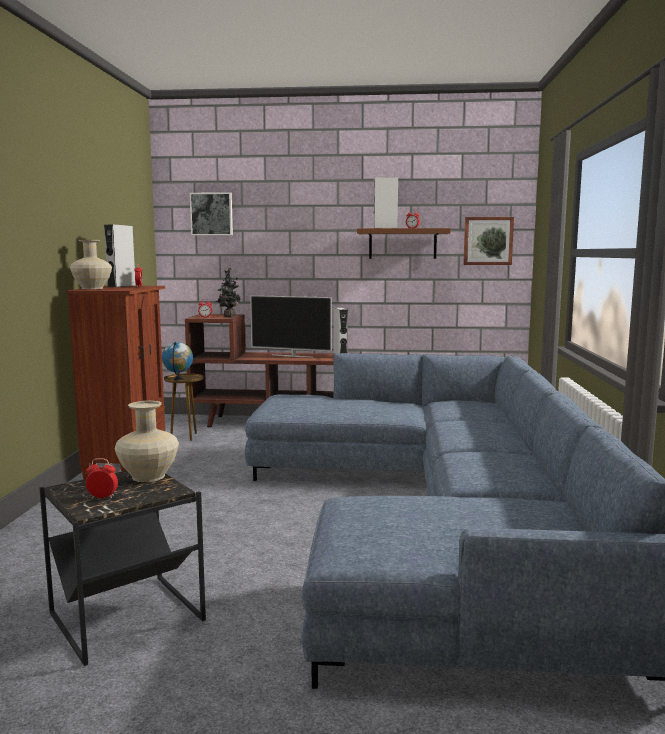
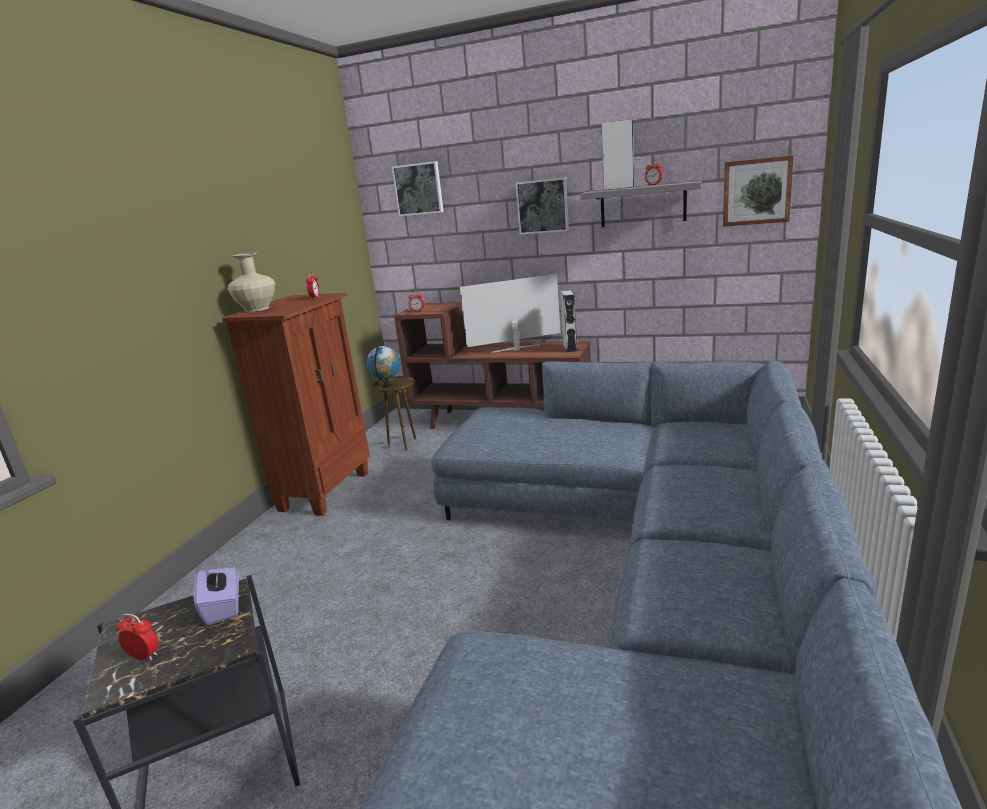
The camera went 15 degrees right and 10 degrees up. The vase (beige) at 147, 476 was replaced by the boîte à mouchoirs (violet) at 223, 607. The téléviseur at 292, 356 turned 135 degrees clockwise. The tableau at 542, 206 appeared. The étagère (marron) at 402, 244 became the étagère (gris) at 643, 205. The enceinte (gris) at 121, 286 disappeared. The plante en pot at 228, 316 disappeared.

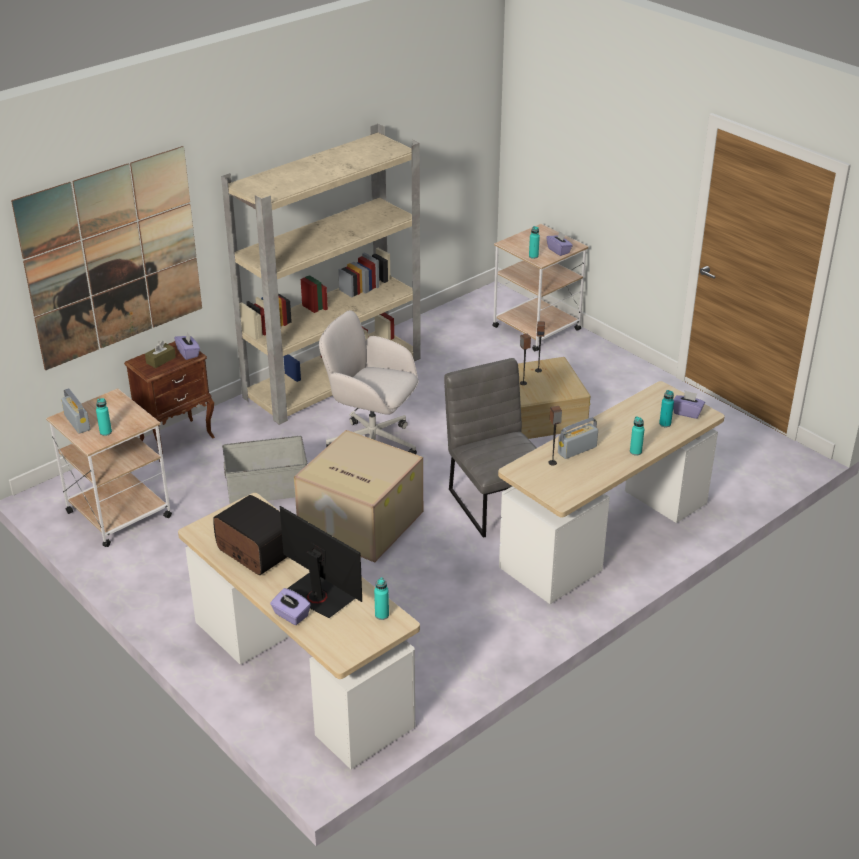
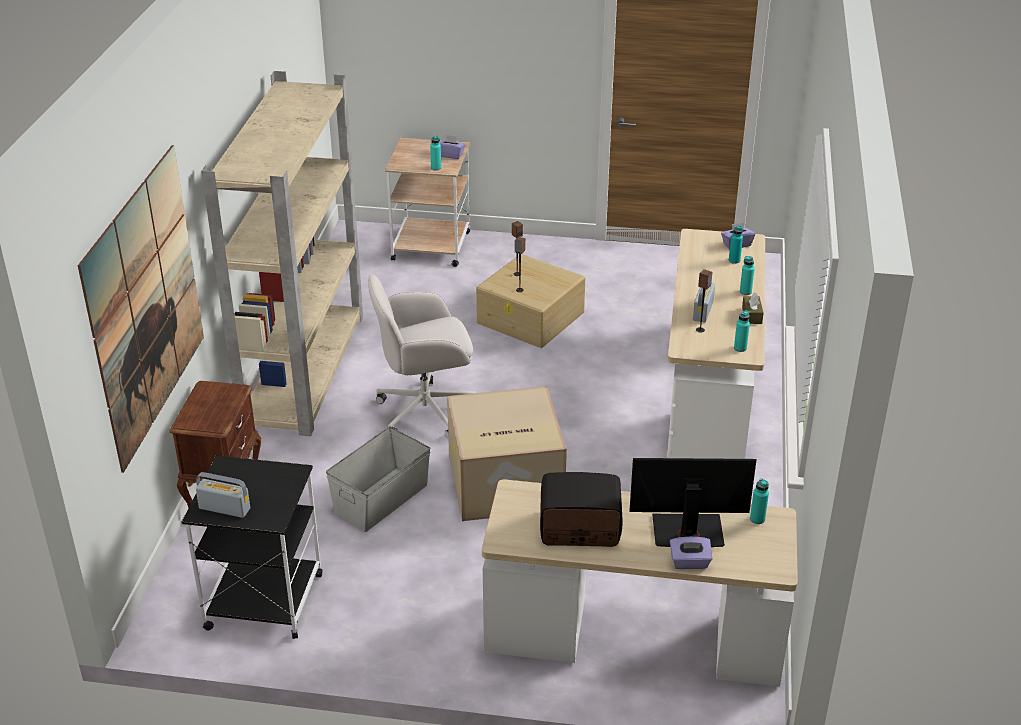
The camera went 40 degrees left and 0 degrees up. The chariot (beige) at 118, 513 became the chariot (noir) at 262, 600. The bouteille (turquoise) moved from 105, 432 to 740, 348. The boîte à mouchoirs (marron) moved from 161, 360 to 752, 315. The boîte à mouchoirs (violet) at 188, 353 disappeared. The chaise (gris) at 496, 502 disappeared.

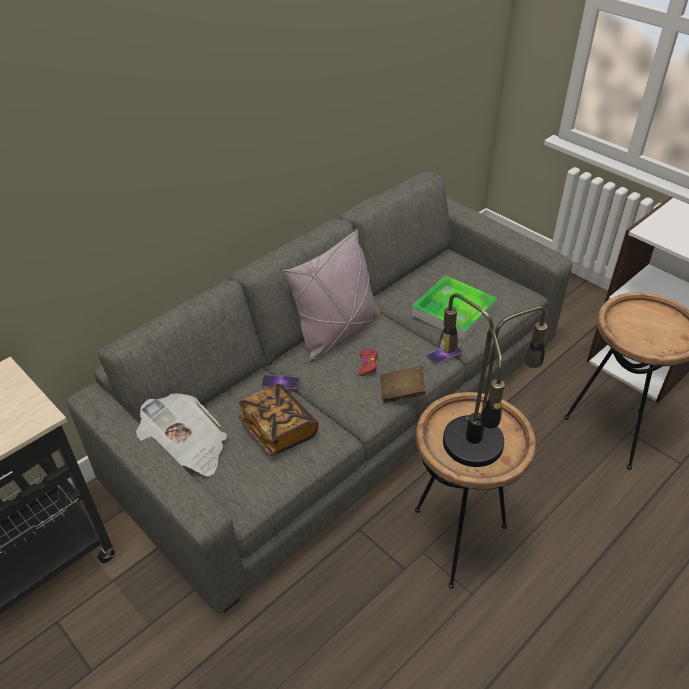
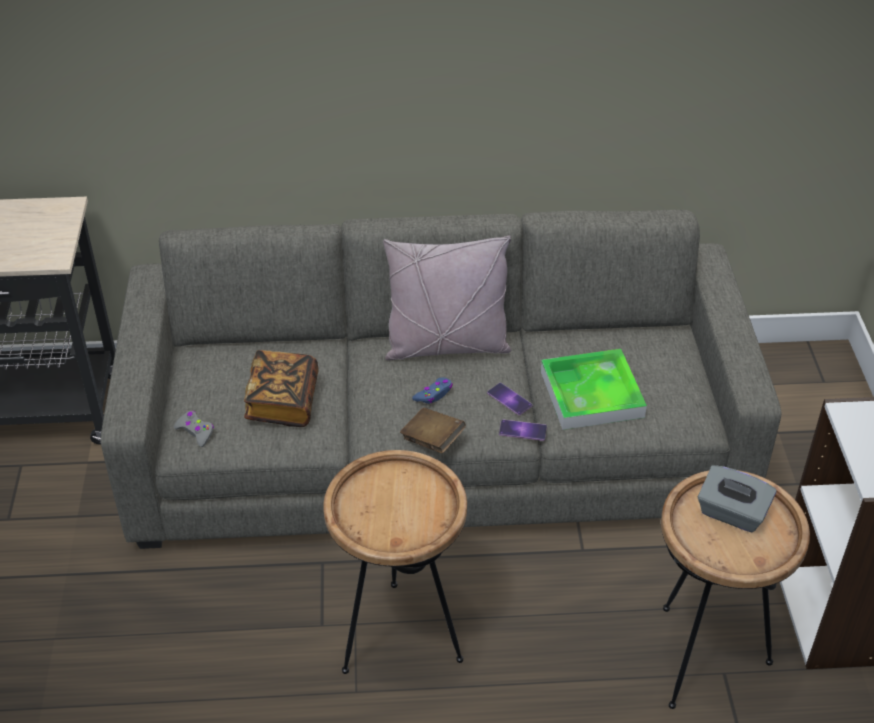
The camera went 40 degrees right and 0 degrees up. The manette (gris) at 195, 432 appeared. The manette (rouge) at 368, 365 became the manette (bleu) at 434, 394. The téléphone moved from 280, 382 to 509, 399. The boîte à mouchoirs (gris) at 731, 513 appeared. The journal at 187, 450 disappeared. The lampe de table at 474, 442 disappeared.

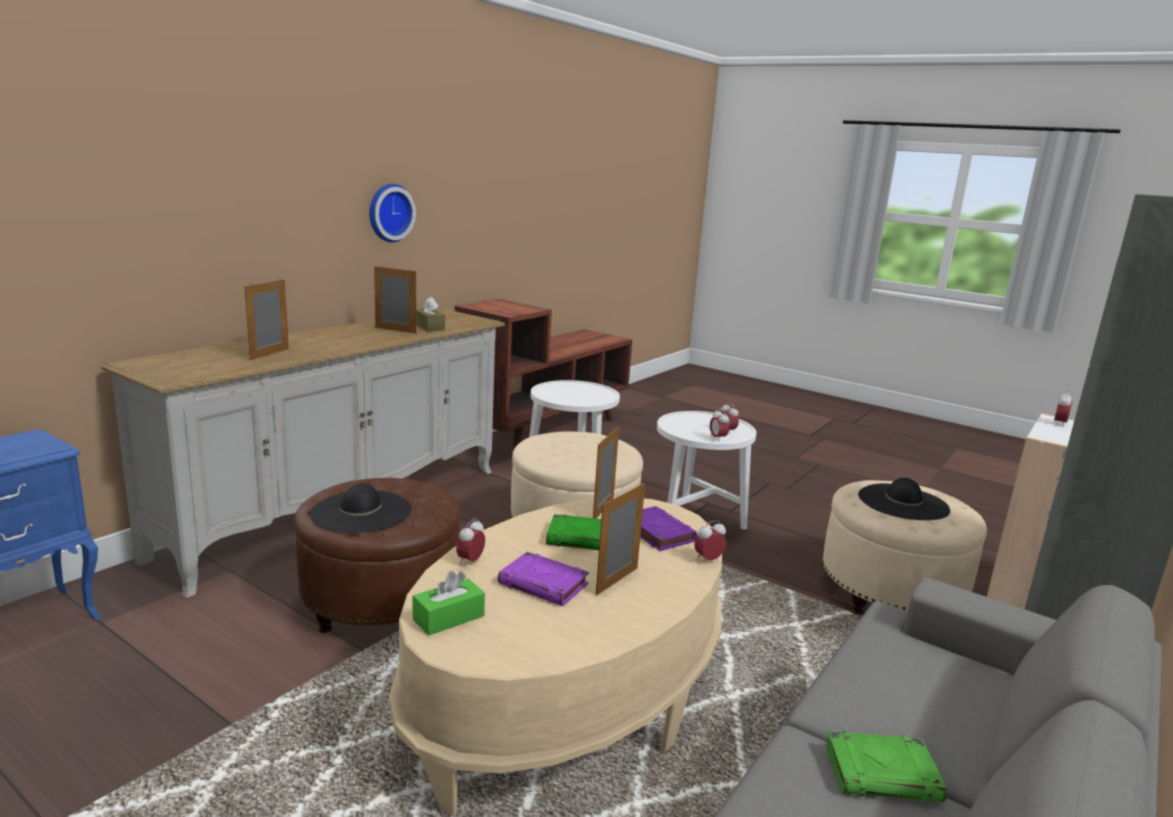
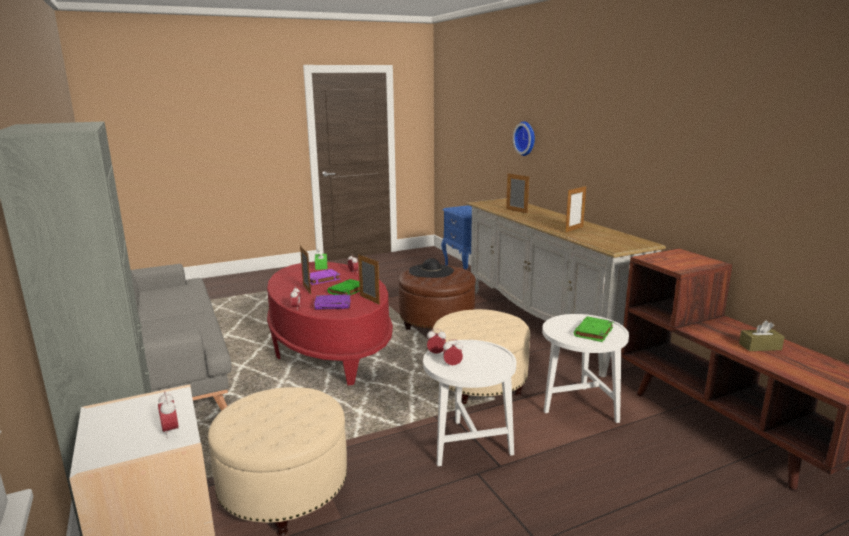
The camera went 120 degrees right and 0 degrees up. The table basse (beige) at 568, 695 became the table basse (rouge) at 330, 347. The horloge murale moved from 388, 212 to 526, 138. The livre (vert) moved from 883, 773 to 593, 332. The boîte à mouchoirs (marron) moved from 429, 327 to 760, 346. The chapeau (noir) at 903, 502 disappeared.

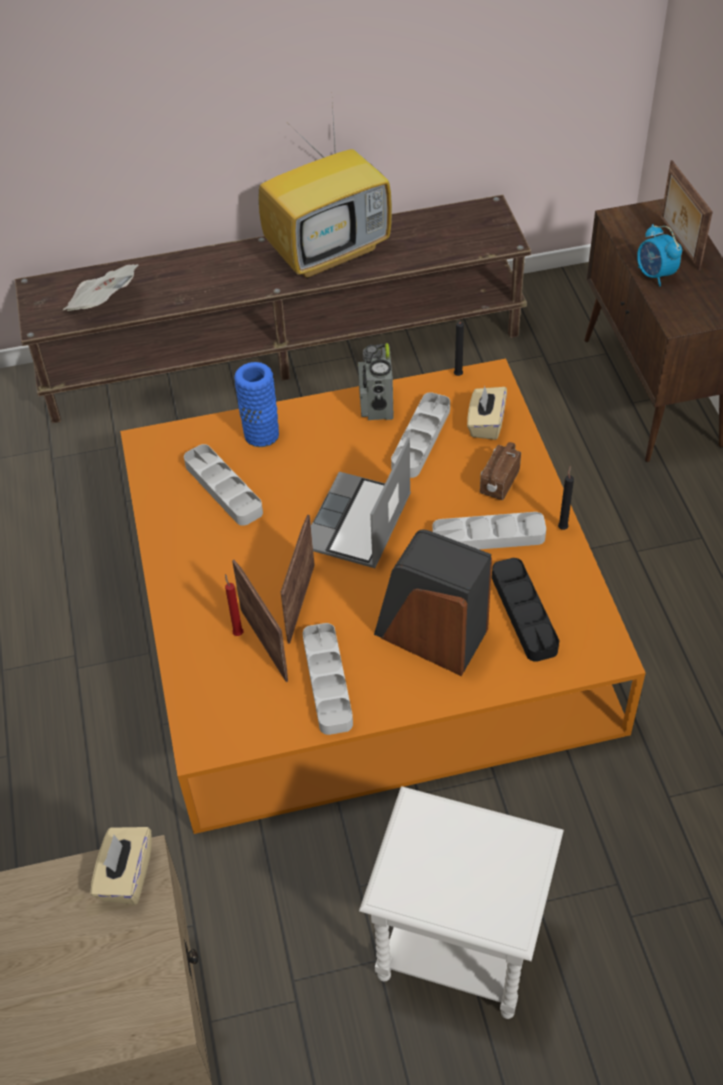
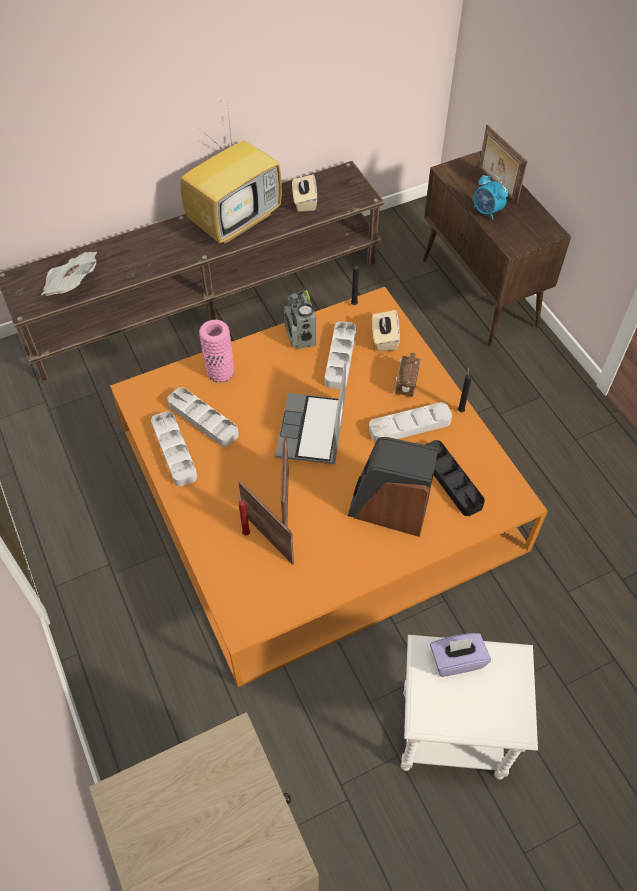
The camera went 15 degrees left and 5 degrees up. The plateau (gris) moved from 327, 682 to 174, 451. The vase (bleu) at 261, 434 became the vase (rose) at 220, 372. The boîte à mouchoirs (beige) moved from 126, 876 to 304, 202. The boîte à mouchoirs (violet) at 456, 660 appeared.

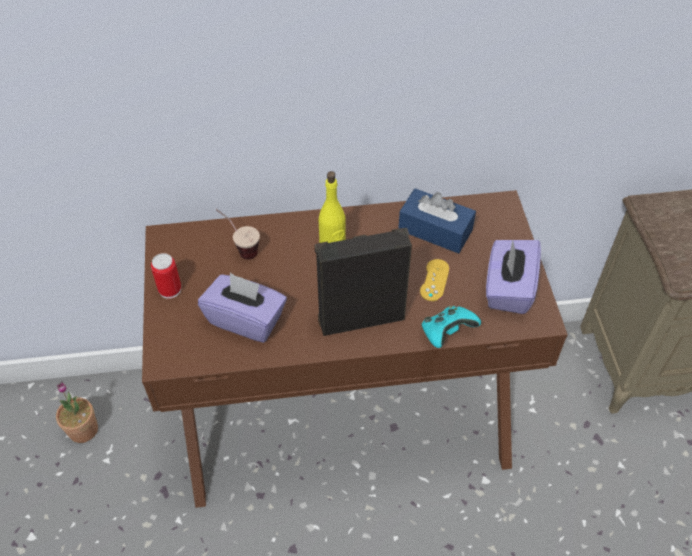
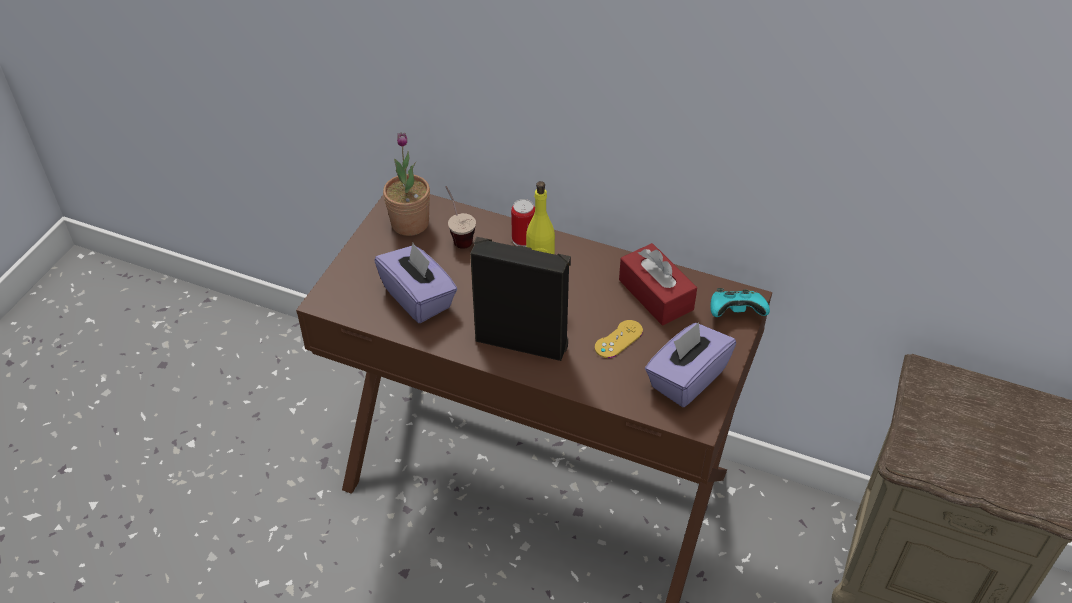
The camera went 30 degrees right and 5 degrees down. The plante en pot moved from 83, 430 to 410, 223. The boîte métallique moved from 170, 289 to 523, 240. The boîte à mouchoirs (bleu) at 435, 230 became the boîte à mouchoirs (rouge) at 656, 295. The manette (turquoise) moved from 447, 332 to 736, 313.

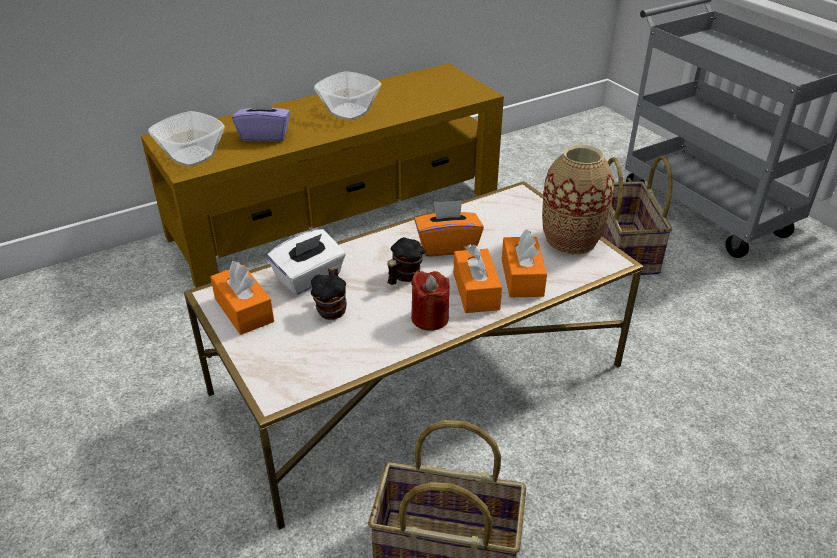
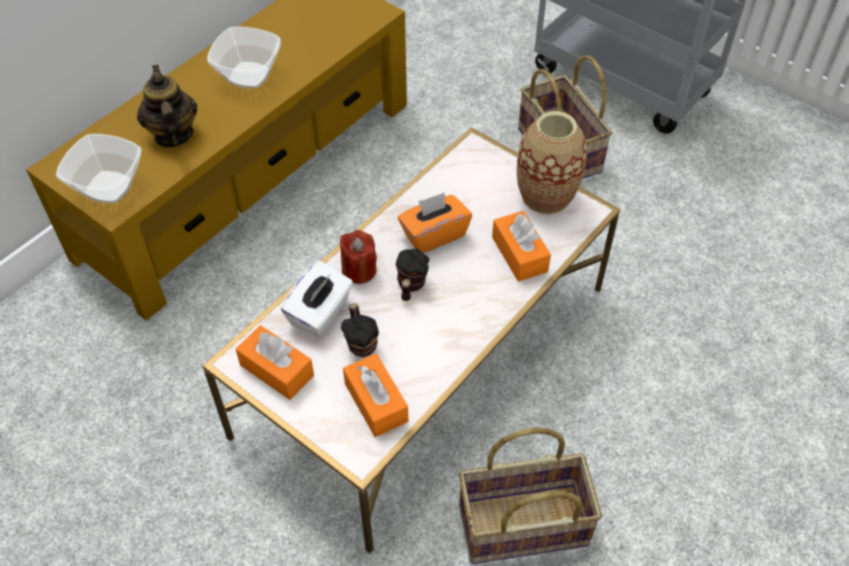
The camera went 20 degrees left and 15 degrees up. The boîte à mouchoirs (violet) at 264, 135 was replaced by the théière at 173, 135. The bougie (rouge) moved from 430, 318 to 359, 270. The boîte à mouchoirs (orange) moved from 476, 291 to 376, 402.

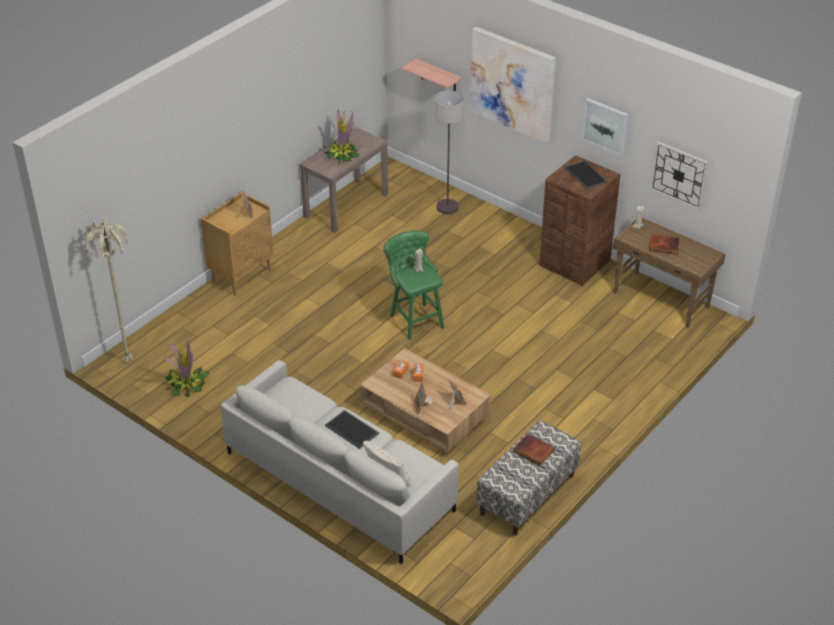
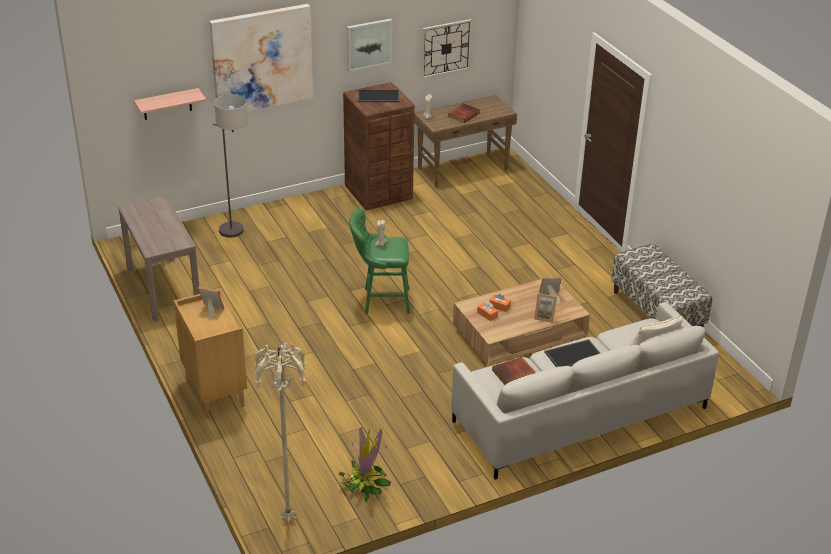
The camera went 65 degrees left and 5 degrees down. The livre moved from 532, 451 to 514, 374. The plante en pot at 341, 155 disappeared.

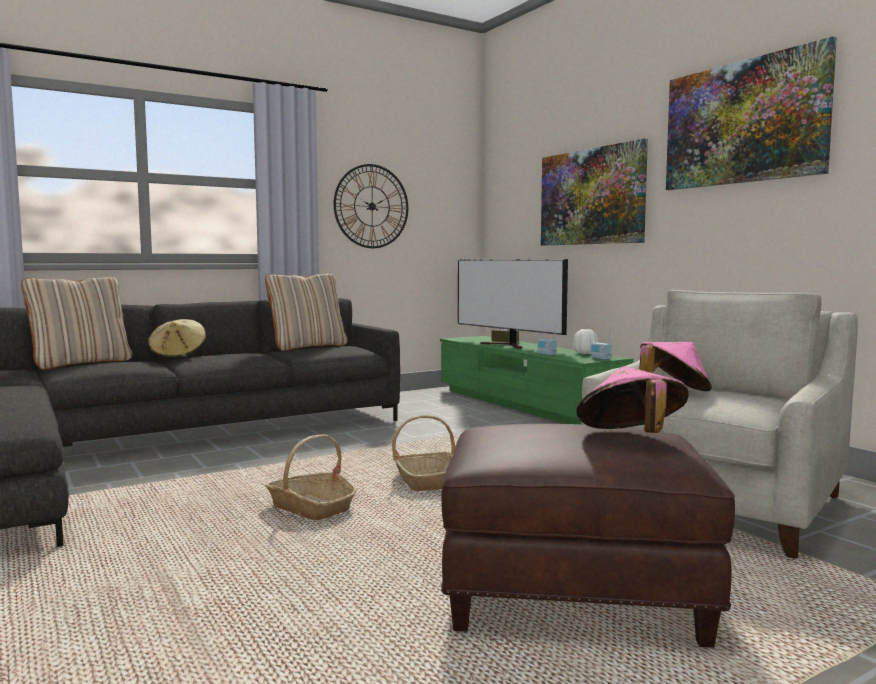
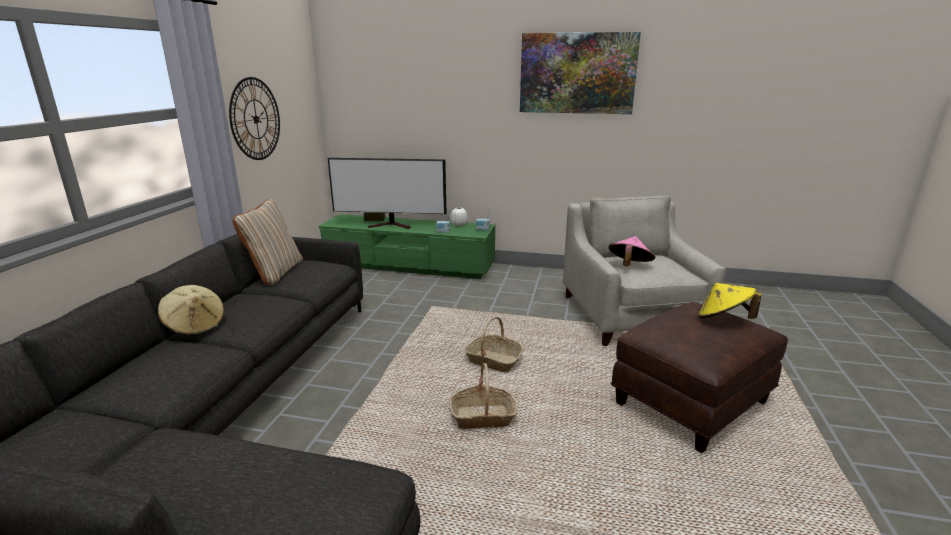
The camera went 45 degrees left and 15 degrees up. The chapeau (rose) at 630, 438 became the chapeau (jaune) at 724, 319. The coussin (beige) at 81, 363 disappeared. The tableau at 591, 197 disappeared.

